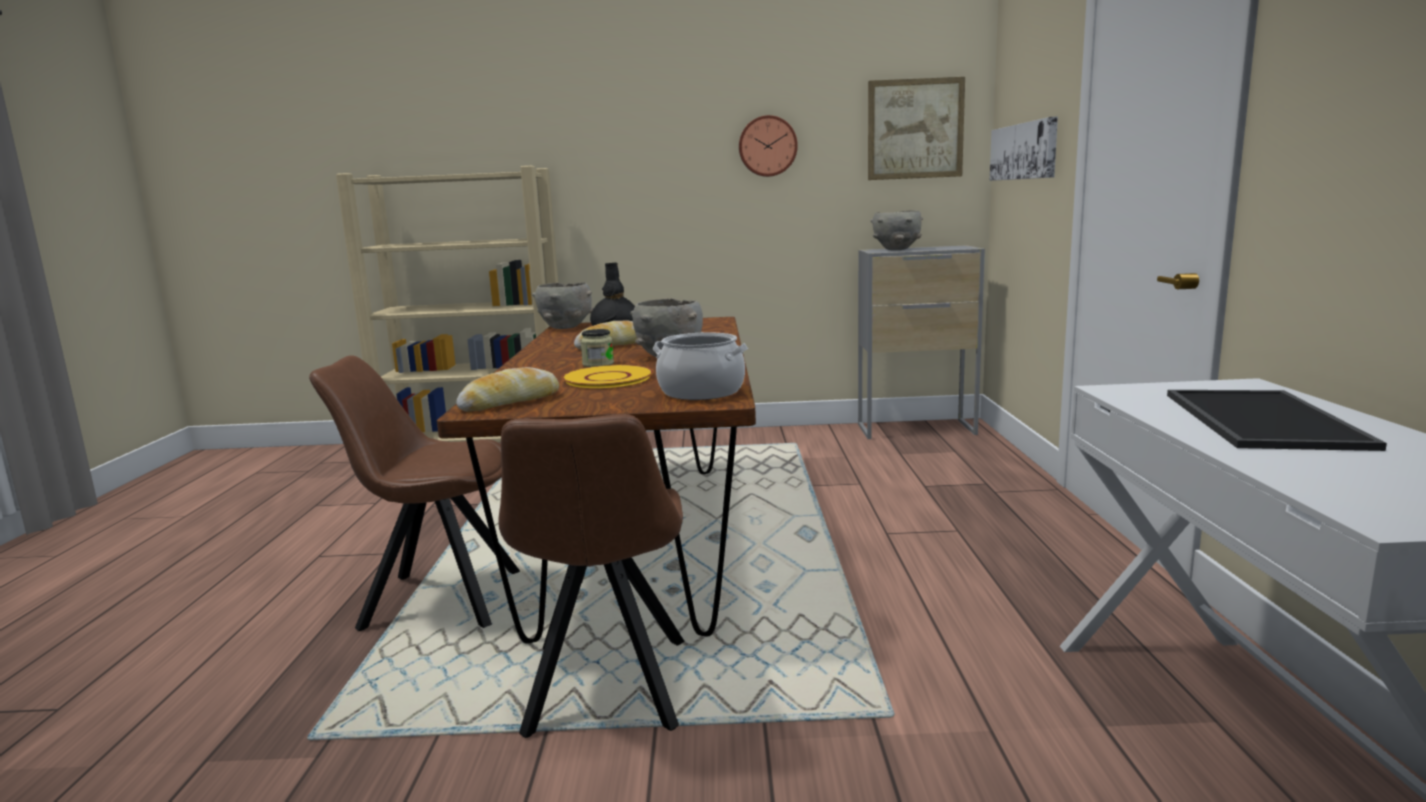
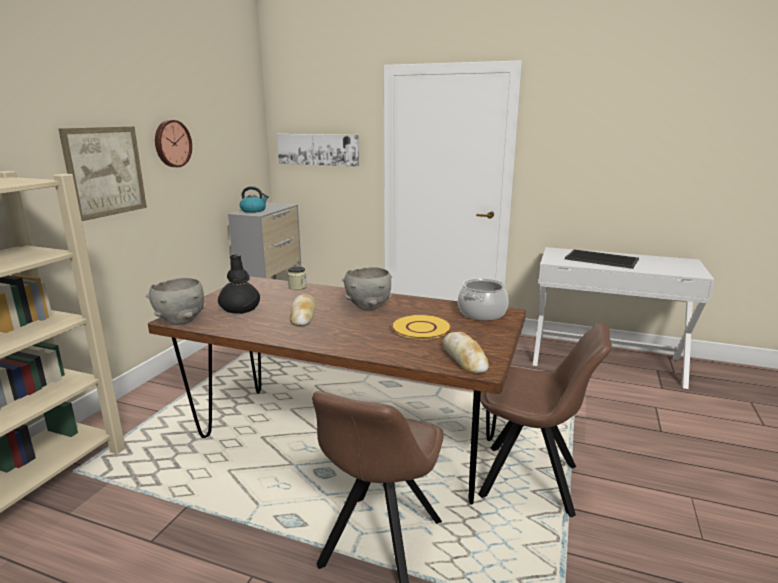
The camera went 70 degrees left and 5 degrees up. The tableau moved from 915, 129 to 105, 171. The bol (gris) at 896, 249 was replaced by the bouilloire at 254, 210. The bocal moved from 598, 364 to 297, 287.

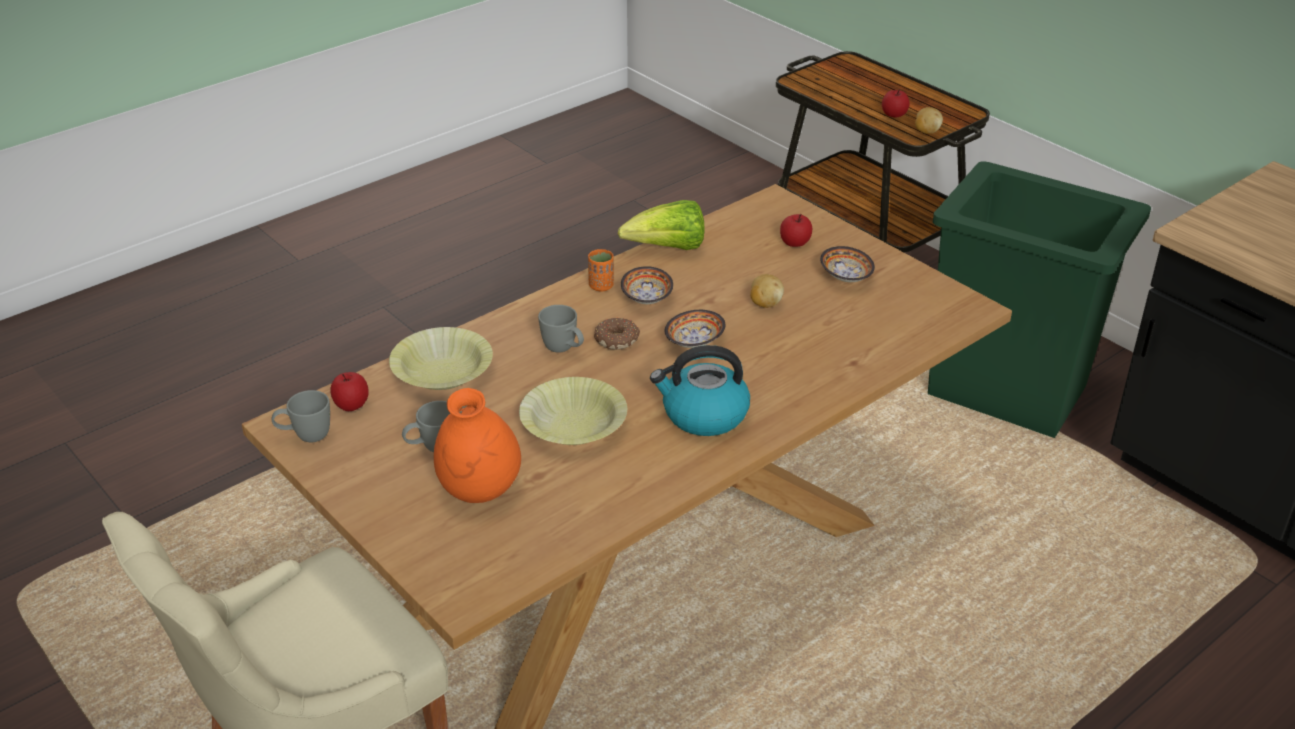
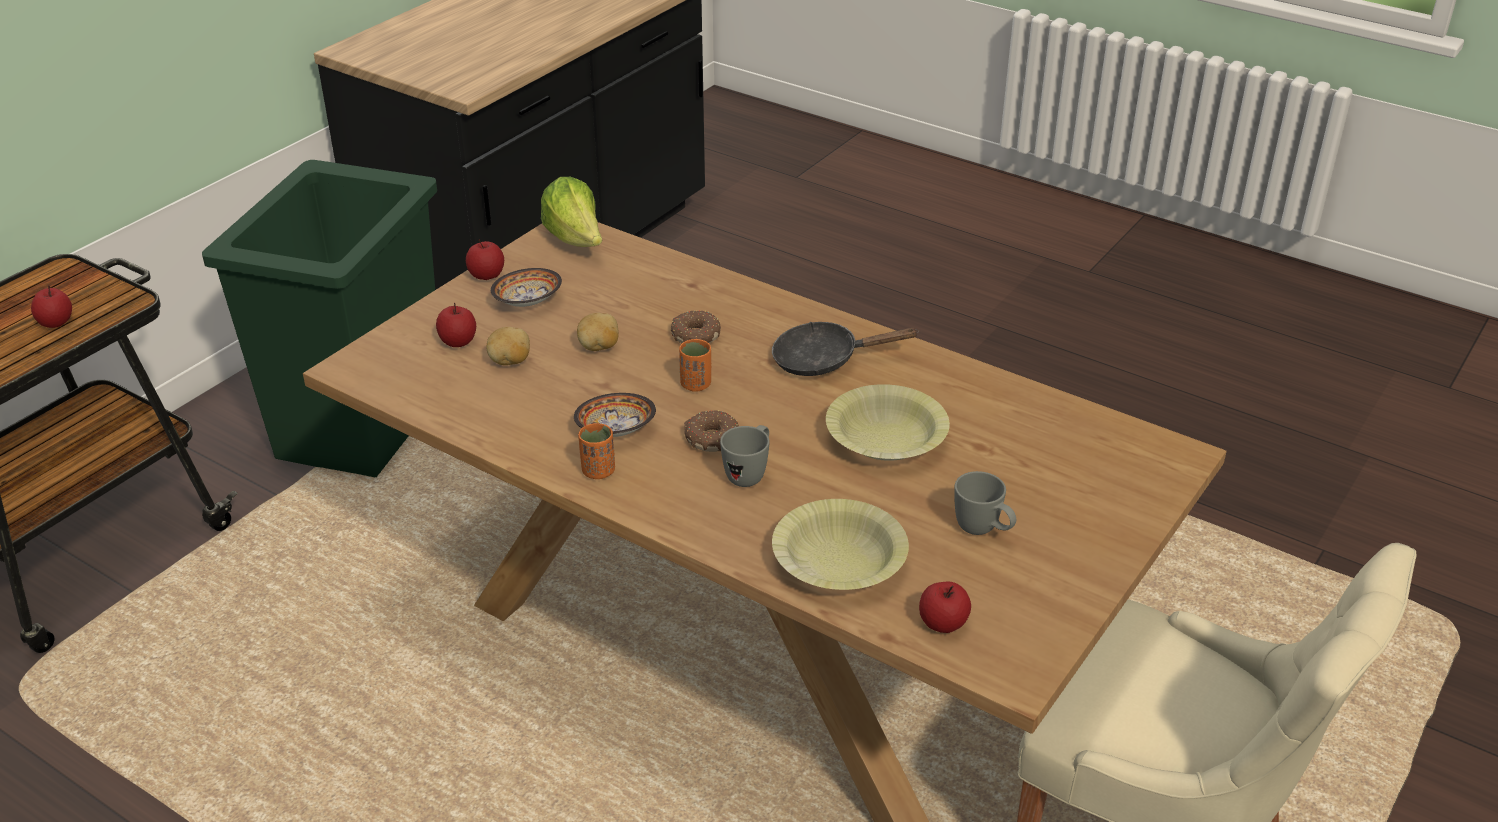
The camera went 105 degrees left and 0 degrees up. The pomme at 486, 275 appeared. The pomme de terre moved from 926, 131 to 510, 362. The laitue moved from 668, 249 to 576, 240. The beignet at 695, 335 appeared. The bol at 692, 342 was replaced by the tasse (orange) at 696, 384. The bouilloire at 703, 415 was replaced by the poêle (noir) at 824, 360. The mug (gris) at 305, 437 disappeared. The vase (orange) at 479, 492 disappeared.

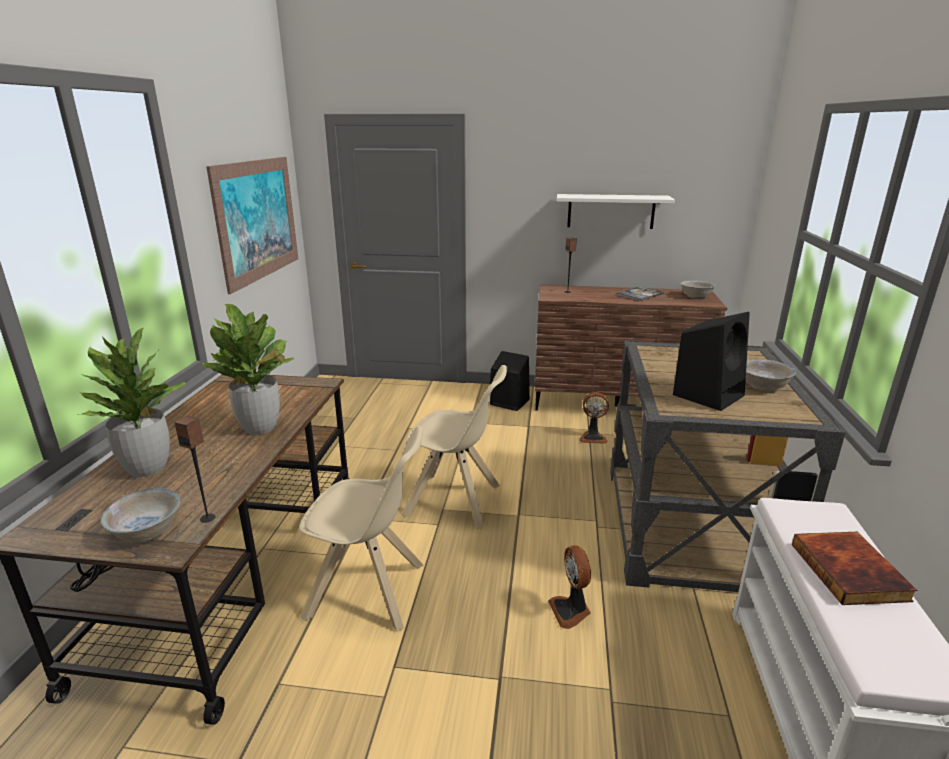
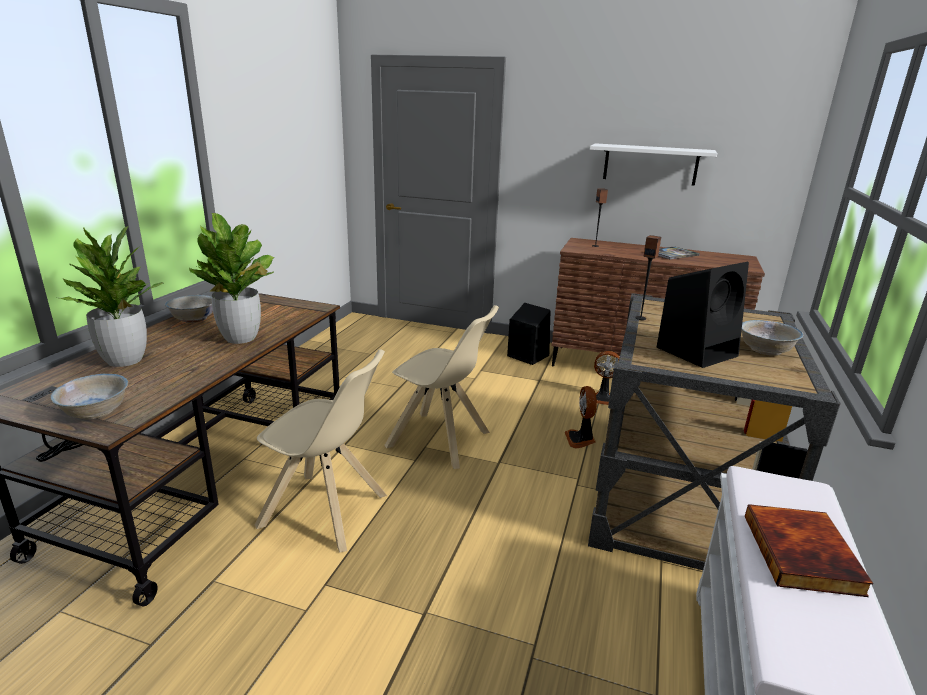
The camera went 10 degrees right and 0 degrees up. The bol (blanc) moved from 696, 296 to 193, 319. The ventilateur moved from 571, 611 to 580, 439. The enceinte moved from 208, 518 to 640, 318. The tableau at 258, 219 disappeared.

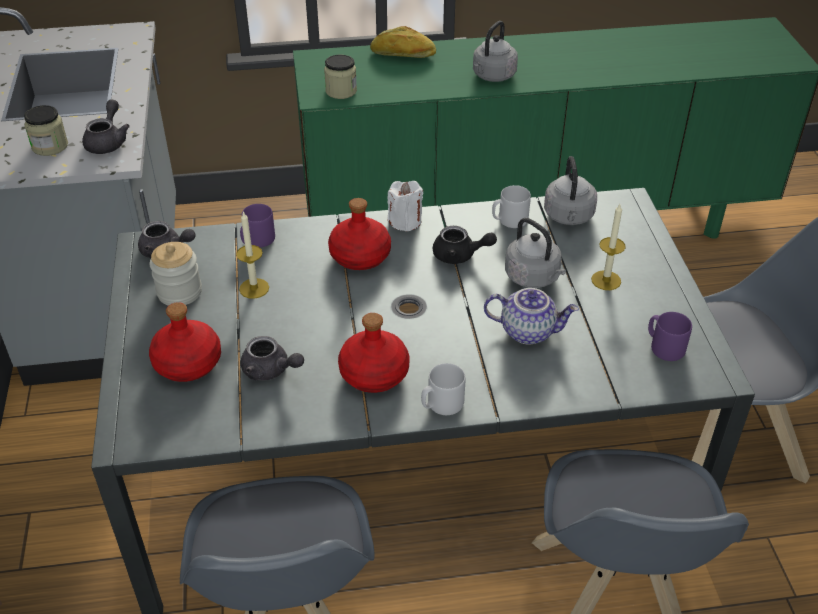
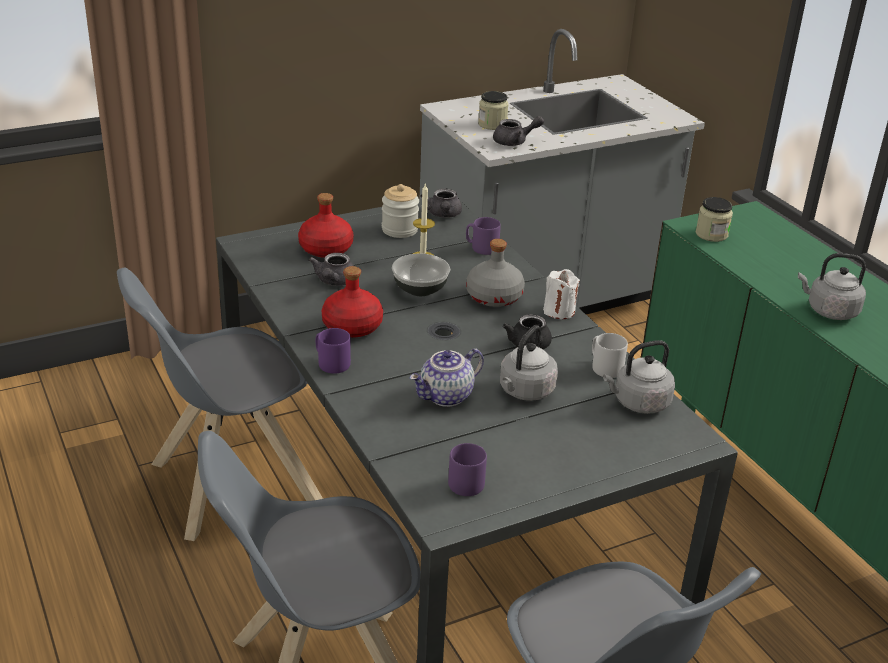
The camera went 70 degrees right and 10 degrees down. The mug (gris) at 441, 404 became the mug (violet) at 331, 363. The bol at 420, 289 appeared. The théière at 528, 331 turned 60 degrees clockwise. The bouteille (rouge) at 360, 255 became the bouteille (gris) at 495, 297. The pain at 403, 55 disappeared. The bougie at 606, 280 disappeared.

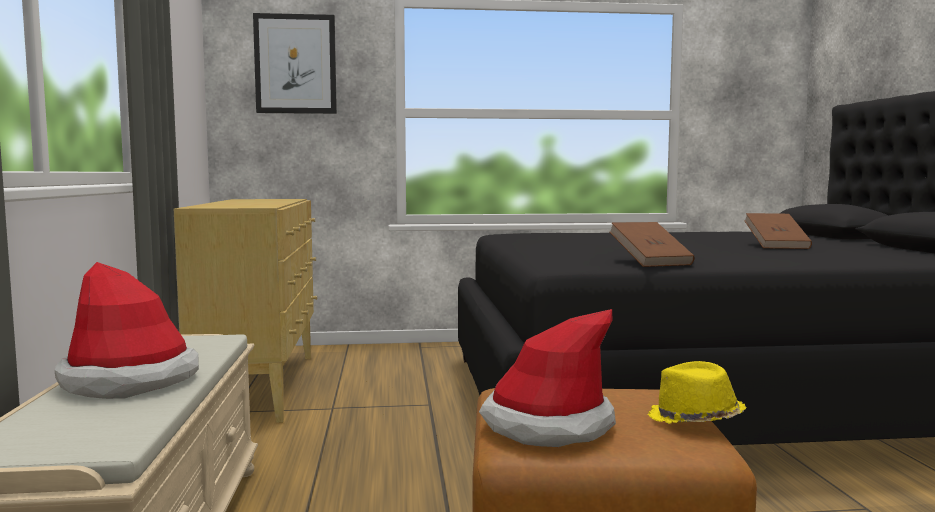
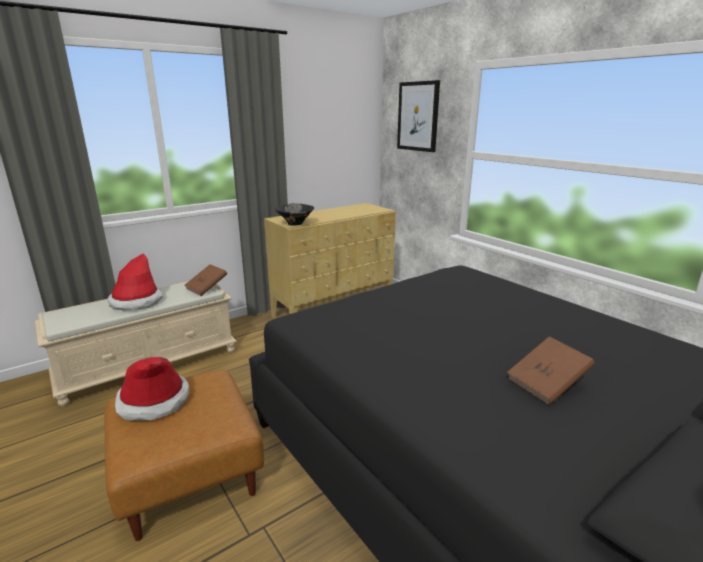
The camera went 60 degrees right and 15 degrees up. The livre (marron) moved from 650, 262 to 207, 288. The bol (noir) at 295, 224 appeared. The chapeau (jaune) at 694, 420 disappeared.

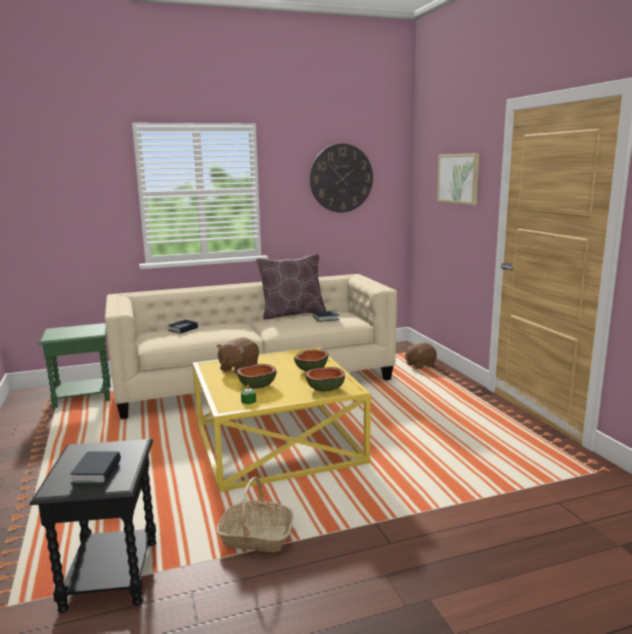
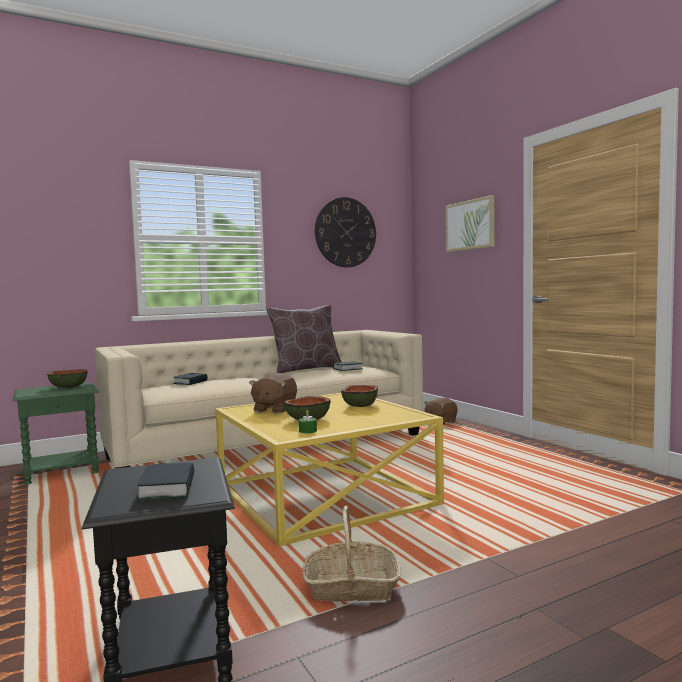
The camera went 10 degrees left and 10 degrees down. The bol moved from 325, 389 to 68, 387.

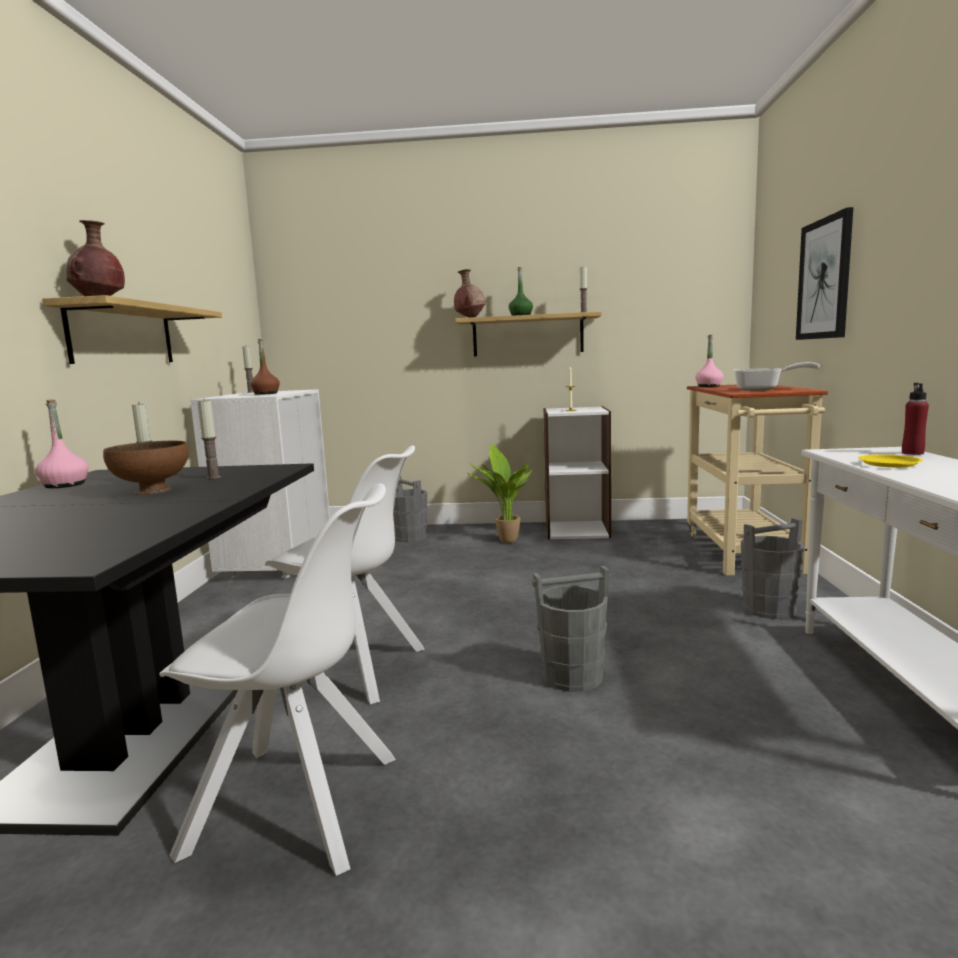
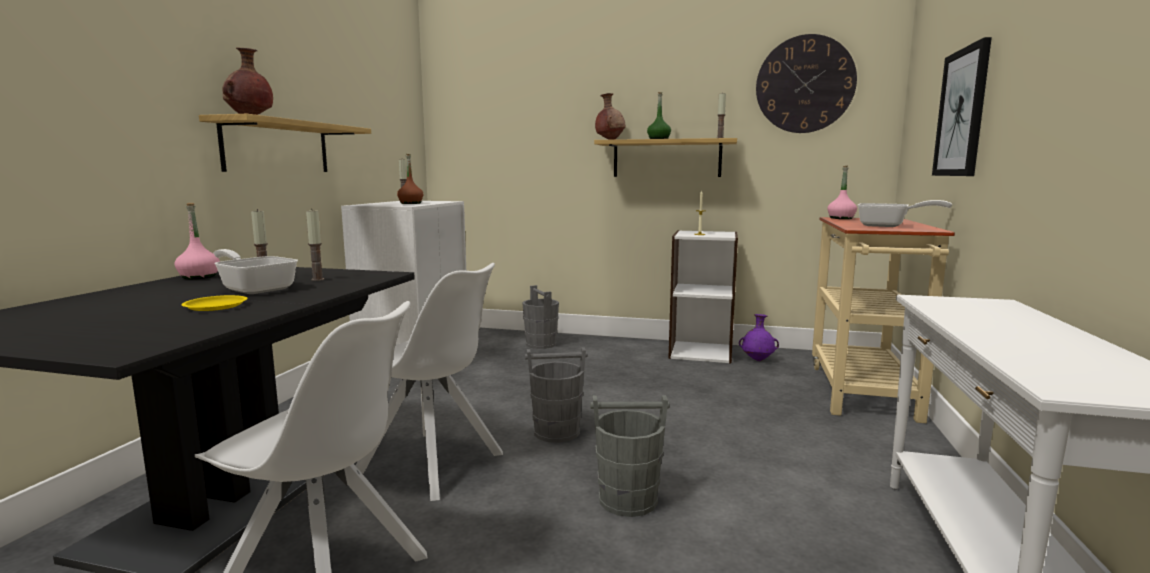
The camera went 10 degrees right and 0 degrees up. The assiette (jaune) moved from 889, 464 to 216, 306. The bol (marron) at 152, 491 was replaced by the poêle at 255, 288. The seau (gris) moved from 769, 609 to 557, 432. The vase (violet) at 758, 360 appeared. The horloge murale at 805, 84 appeared. The plante en pot at 505, 541 disappeared. The bouteille (rouge) at 912, 453 disappeared.

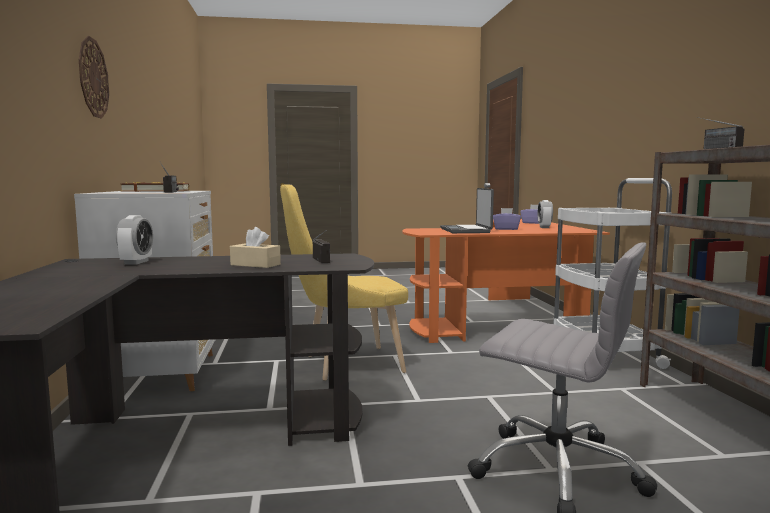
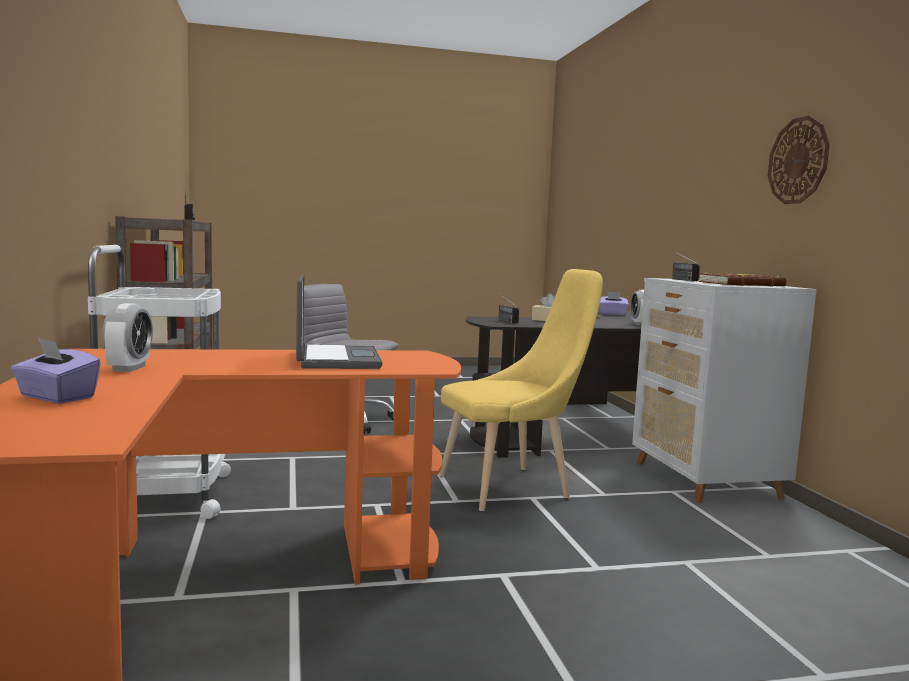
The camera went 175 degrees right and 0 degrees up. The boîte à mouchoirs (violet) moved from 506, 229 to 612, 314.

